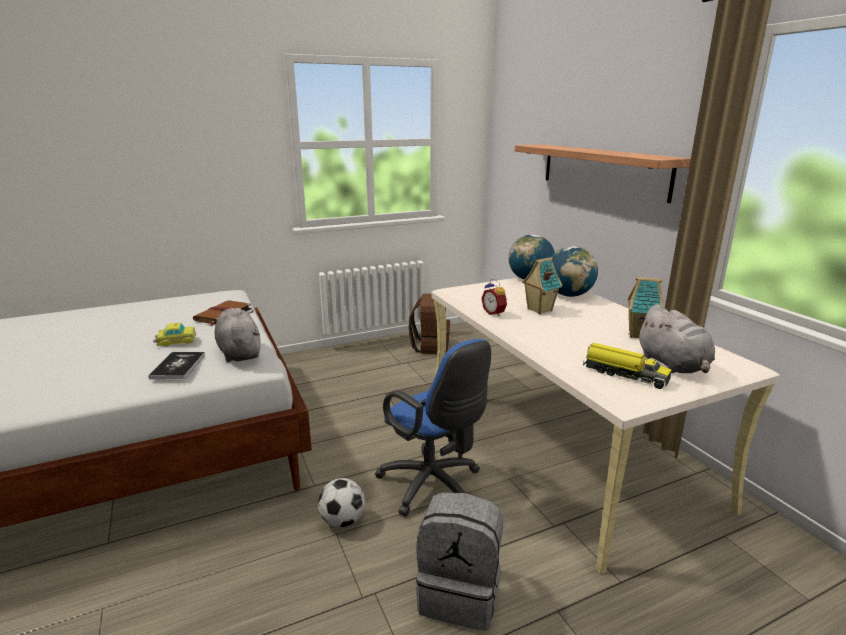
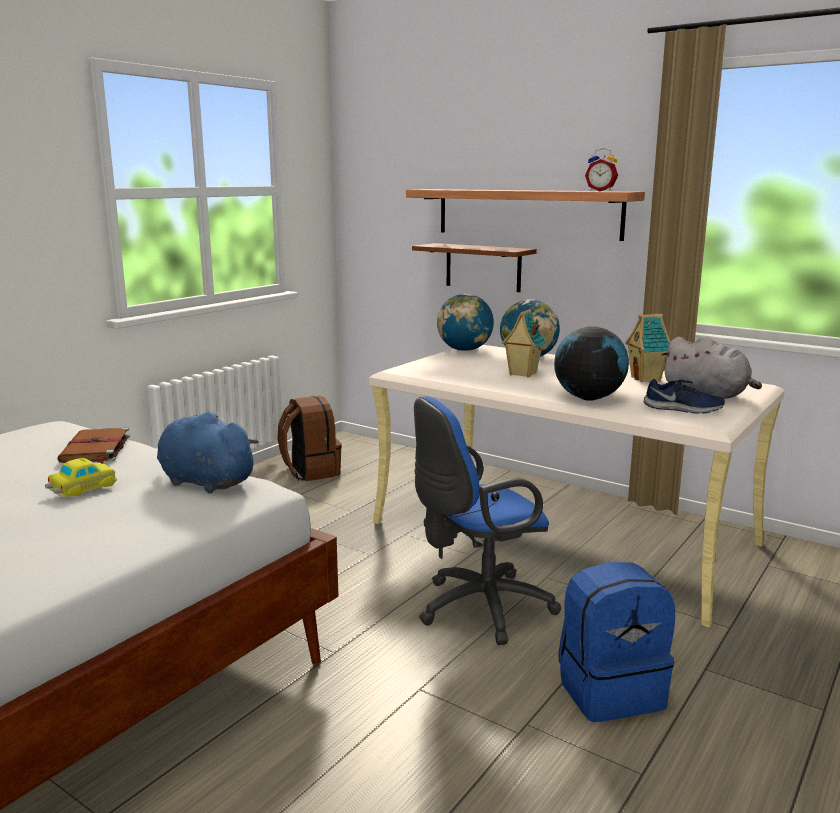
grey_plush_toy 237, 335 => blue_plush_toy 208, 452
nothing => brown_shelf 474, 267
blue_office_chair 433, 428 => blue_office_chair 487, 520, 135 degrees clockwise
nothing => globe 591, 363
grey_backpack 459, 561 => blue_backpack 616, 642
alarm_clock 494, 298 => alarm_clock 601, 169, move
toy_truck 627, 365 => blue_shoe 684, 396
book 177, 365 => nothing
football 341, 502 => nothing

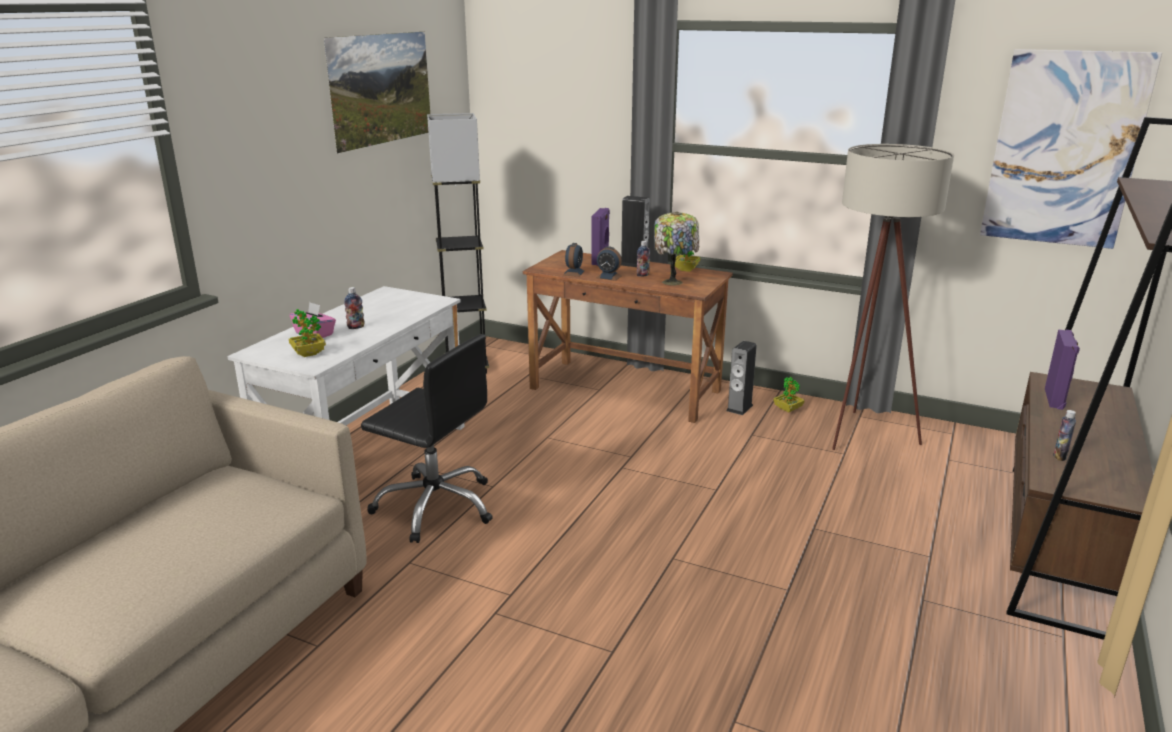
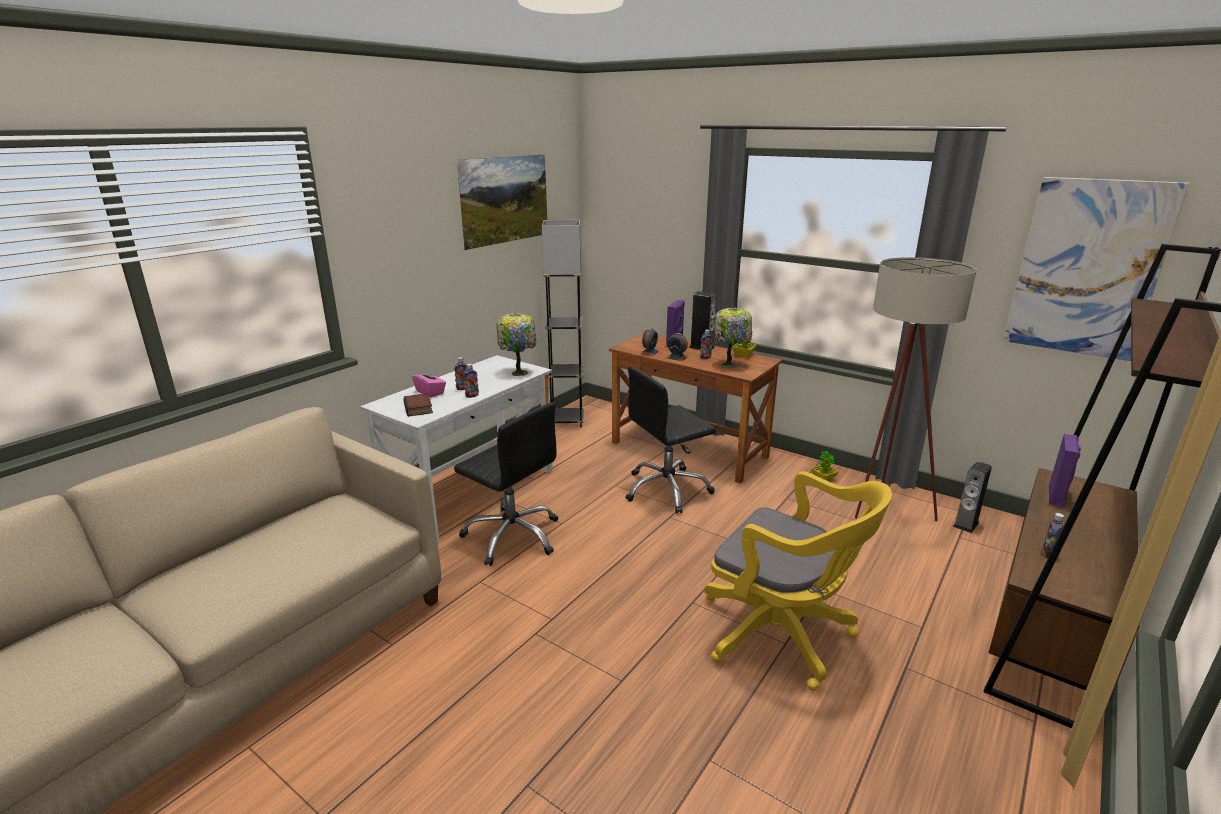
potted_plant 307, 333 => book 418, 405
nothing => bottle 471, 381
nothing => table_lamp 516, 344
nothing => black_office_chair 671, 440
nothing => yellow_office_chair 798, 581
speaker 741, 378 => speaker 972, 497, move

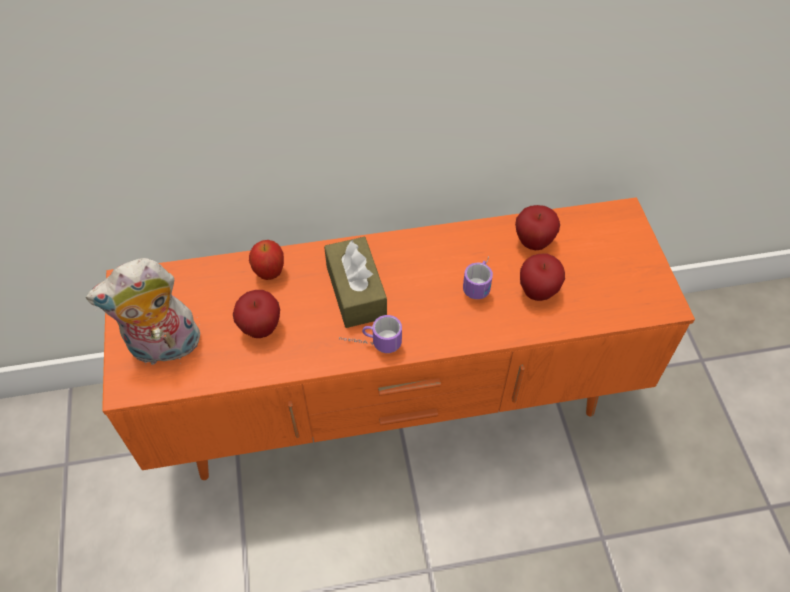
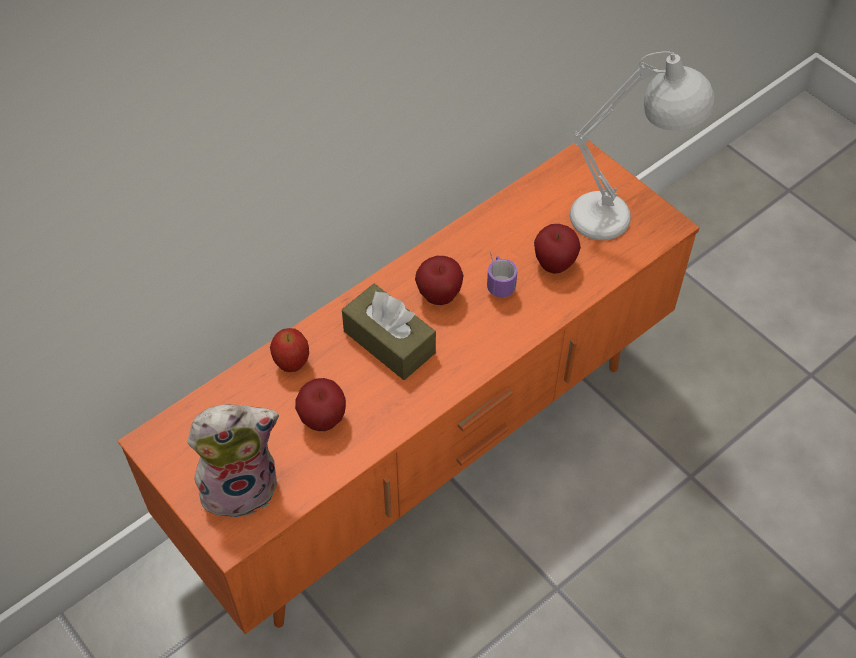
plush_toy 143, 311 => plush_toy 233, 461, 150 degrees counterclockwise
apple 537, 227 => apple 439, 280, move
nothing => white_table_lamp 642, 145
mug 370, 334 => nothing

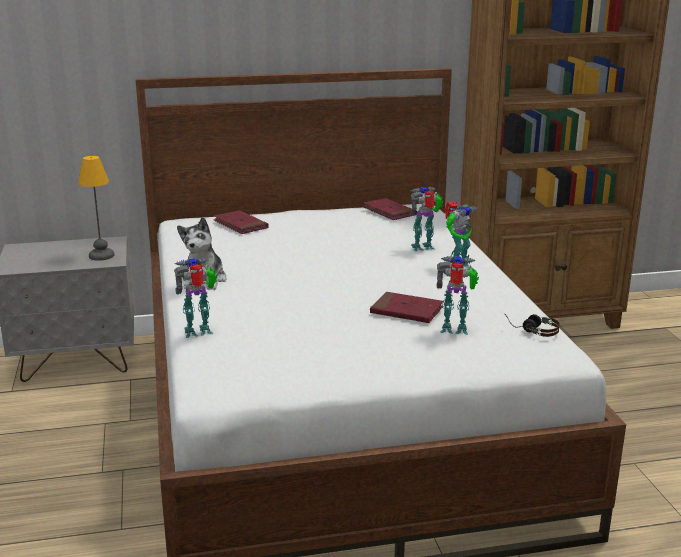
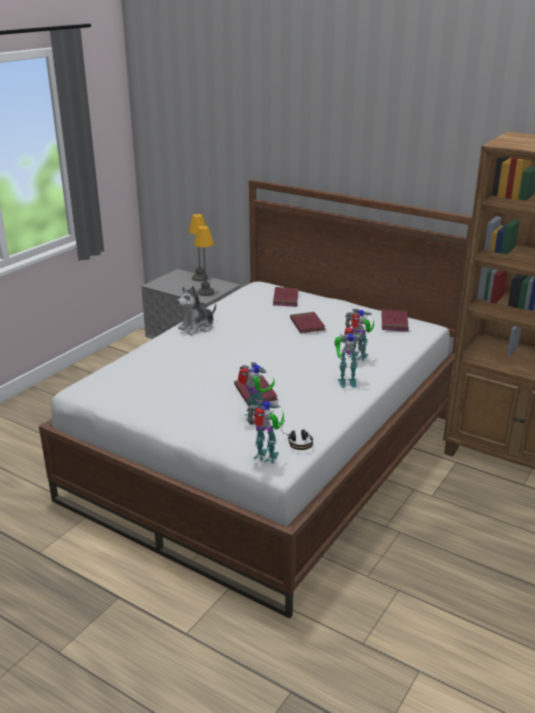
nothing => table_lamp 198, 247
toy_robot 195, 297 => toy_robot 265, 432, move
nothing => red_book 307, 322

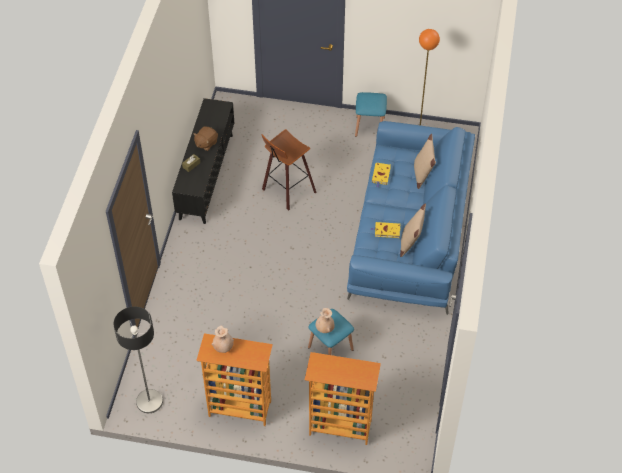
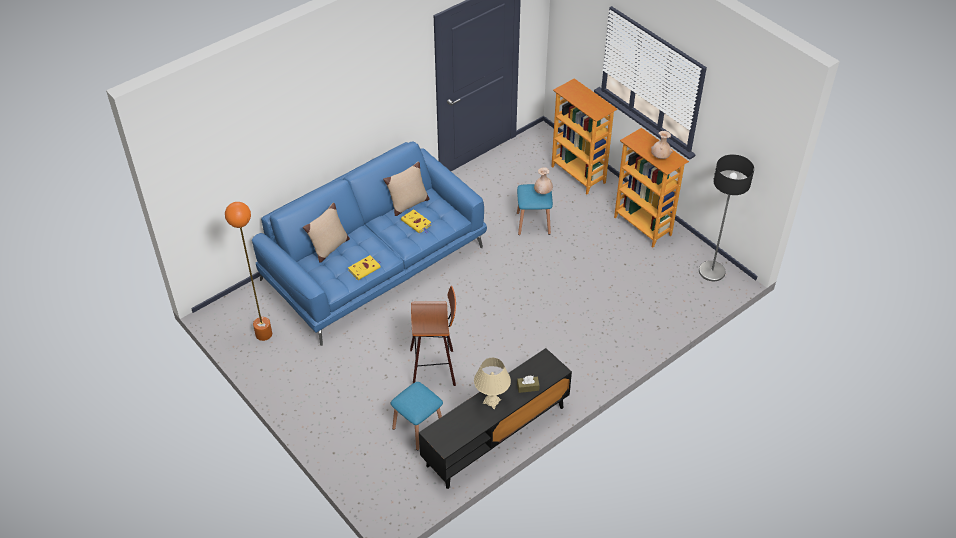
blue_stool 371, 114 => blue_stool 417, 416, move
brown_plush_toy 205, 138 => beige_table_lamp 492, 383

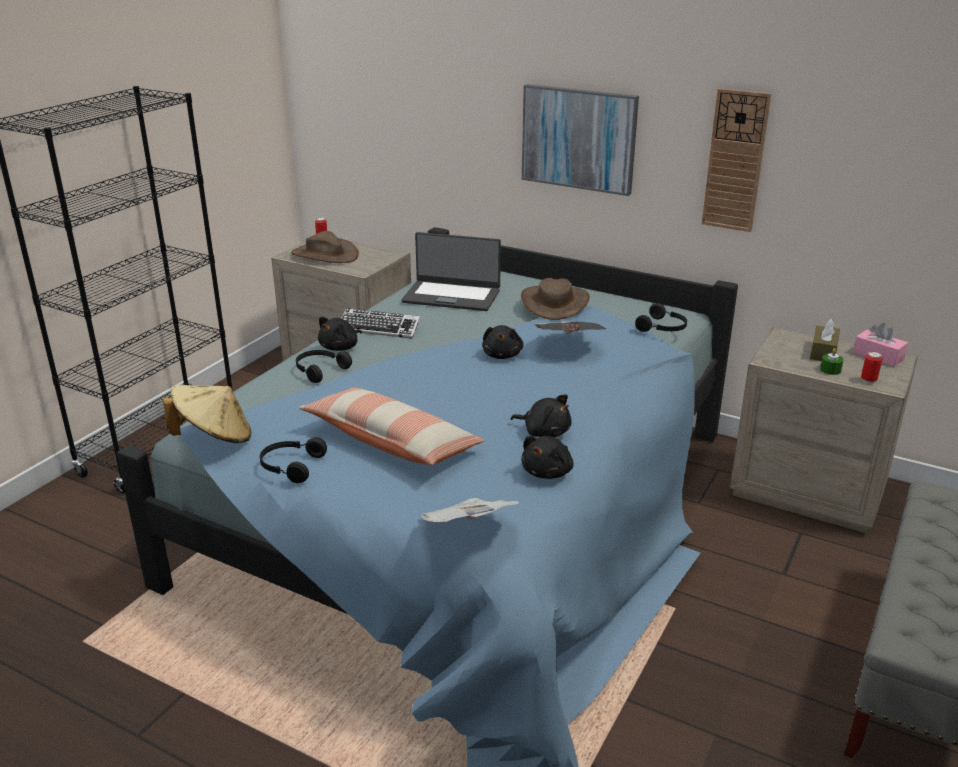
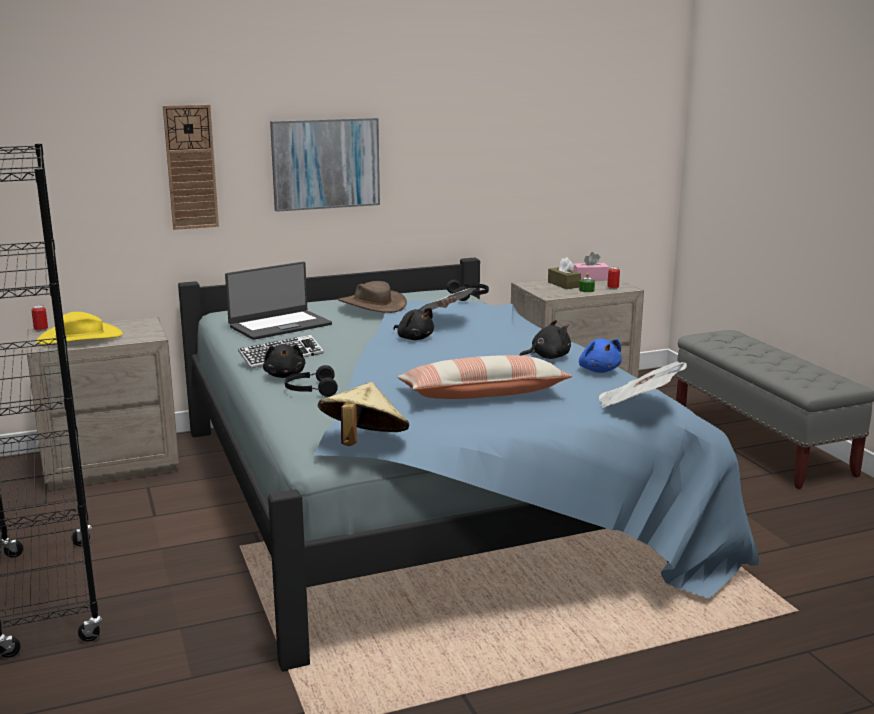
brown_hat 325, 247 => yellow_hat 79, 328
wall_clock 736, 160 => wall_clock 191, 167, move
black_plush_toy 547, 457 => blue_plush_toy 600, 356
black_headphones 293, 460 => nothing

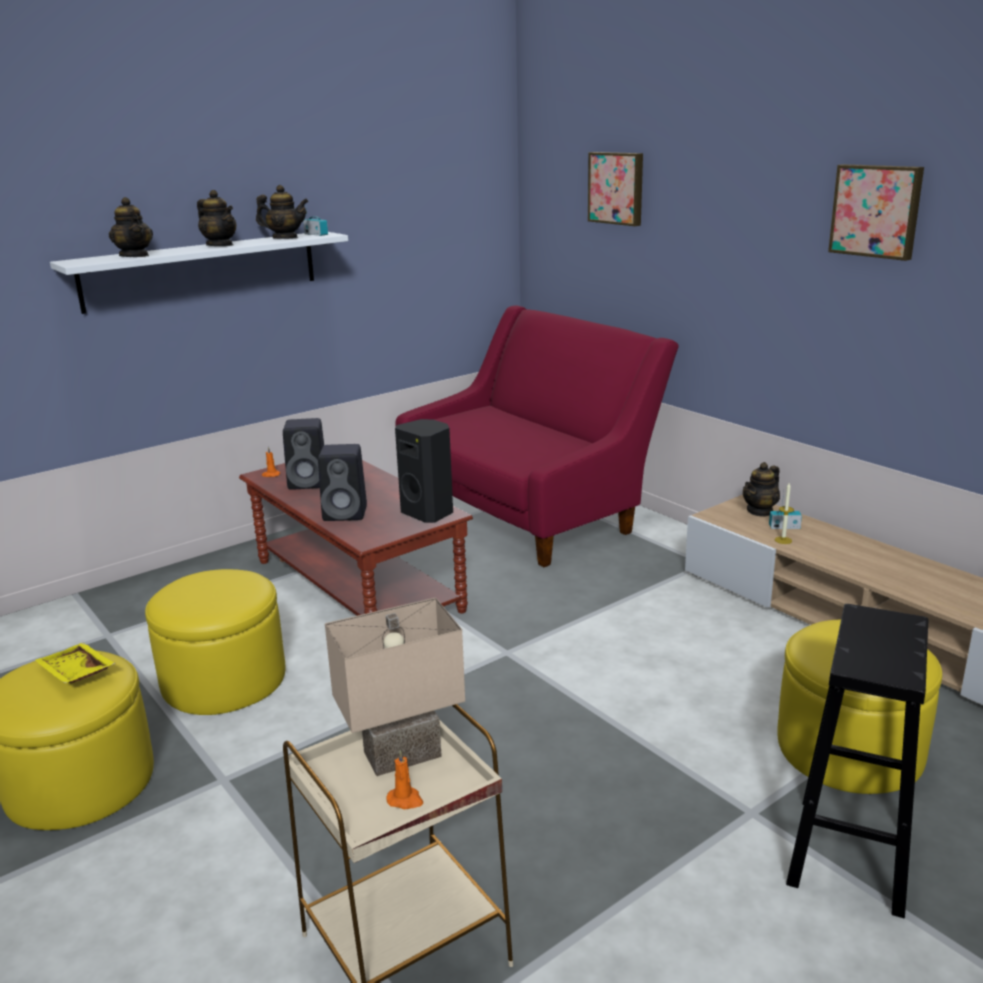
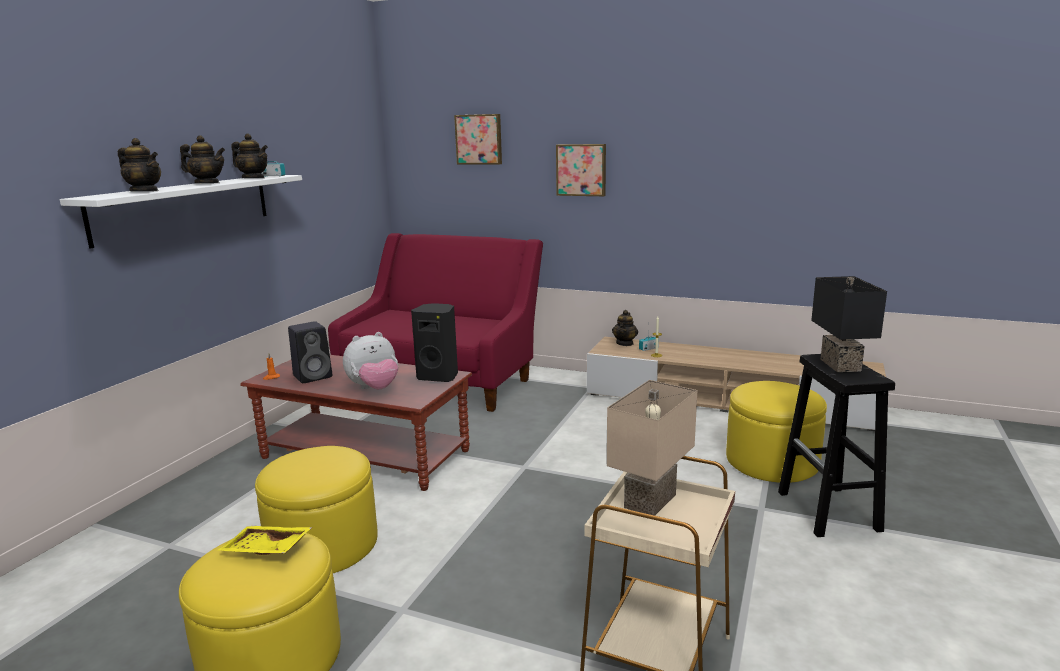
teapot 282, 212 => teapot 249, 156, 45 degrees clockwise
black_speaker 342, 482 => plush_toy 370, 360
picture 876, 212 => picture 581, 170, move
nothing => black_table_lamp 849, 324
orange_candle 404, 779 => nothing

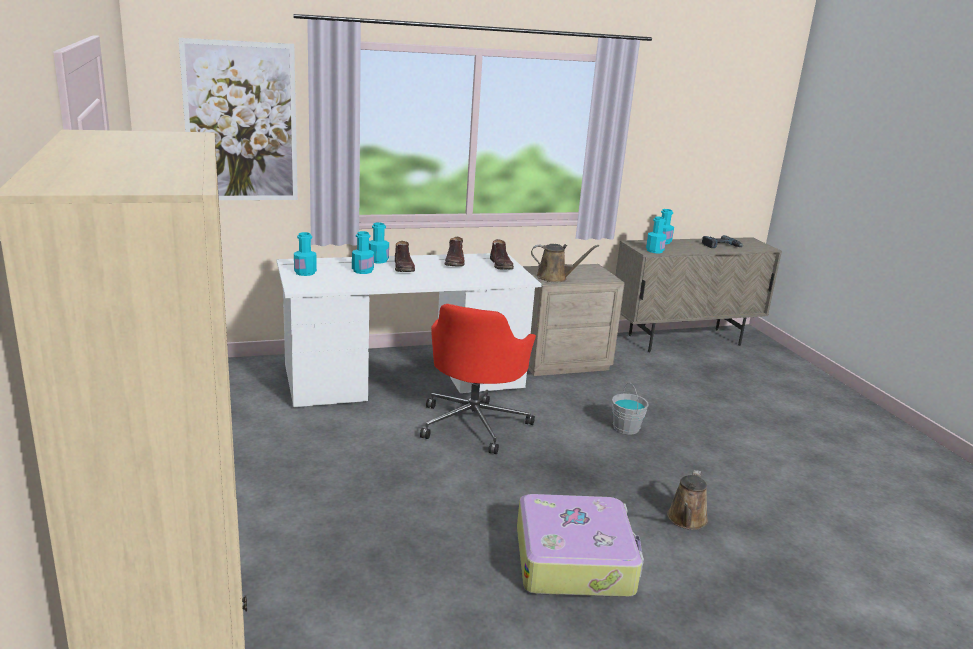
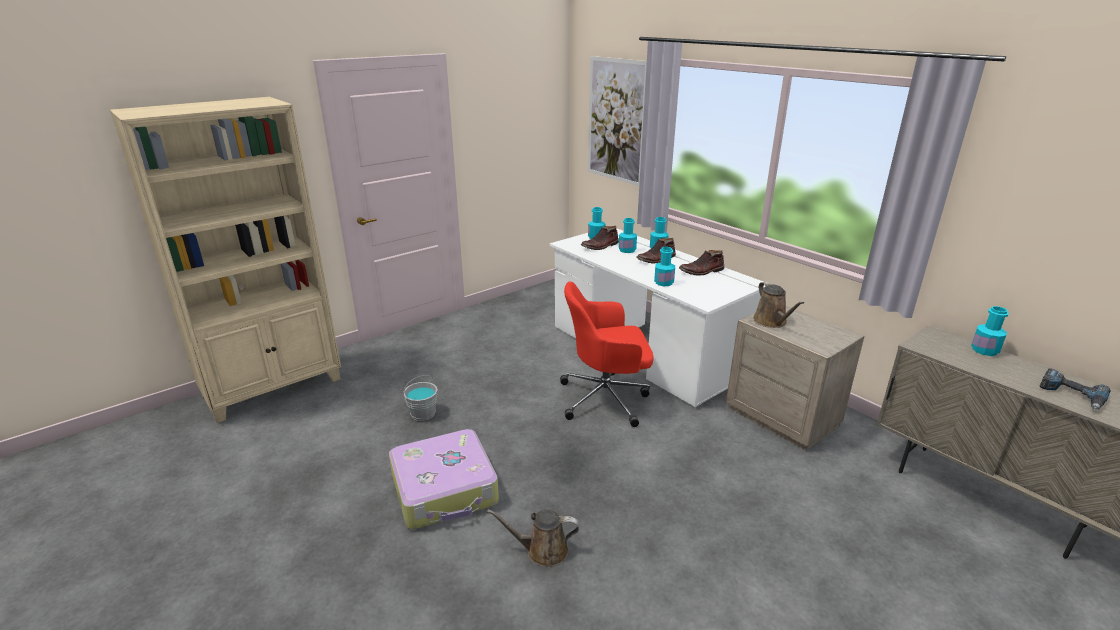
grey_bucket 630, 409 => grey_bucket 420, 398, move
brown_boot 502, 254 => brown_boot 600, 238, move
turquoise_bottle 656, 235 => turquoise_bottle 664, 266, move

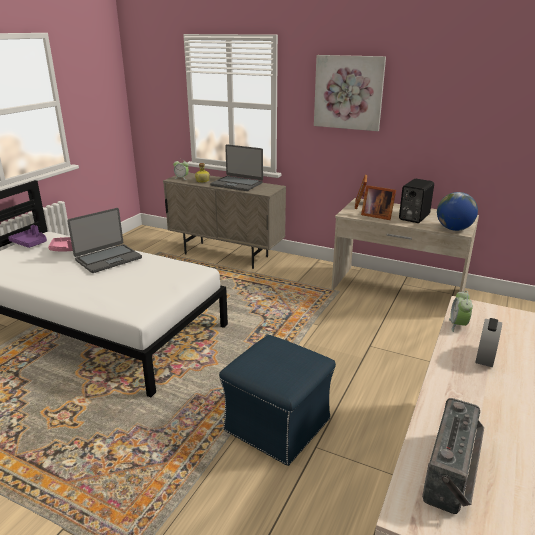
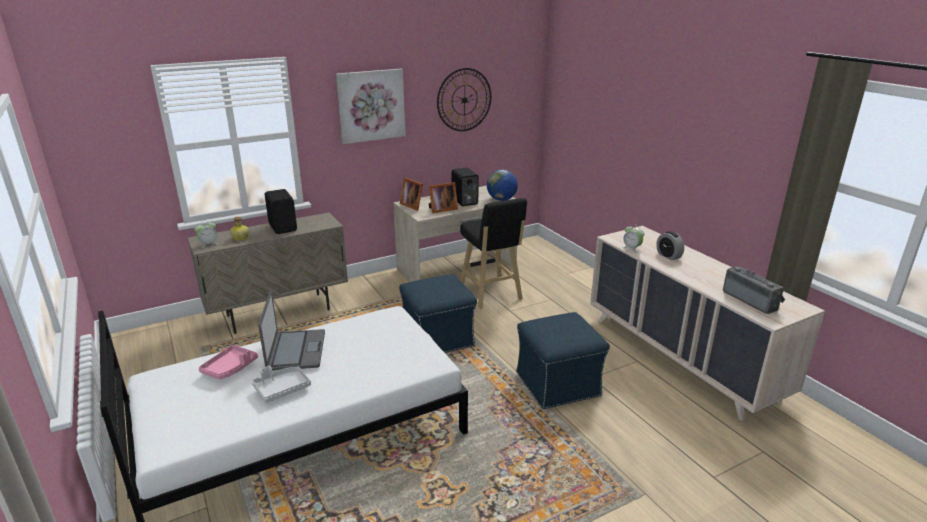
nothing => grey_tray 281, 384
laptop 236, 167 => black_speaker 281, 211
nothing => blue_ottoman 438, 313
nothing => wall_clock 464, 99
nothing => black_stool 493, 253
purple_tray 27, 236 => nothing

